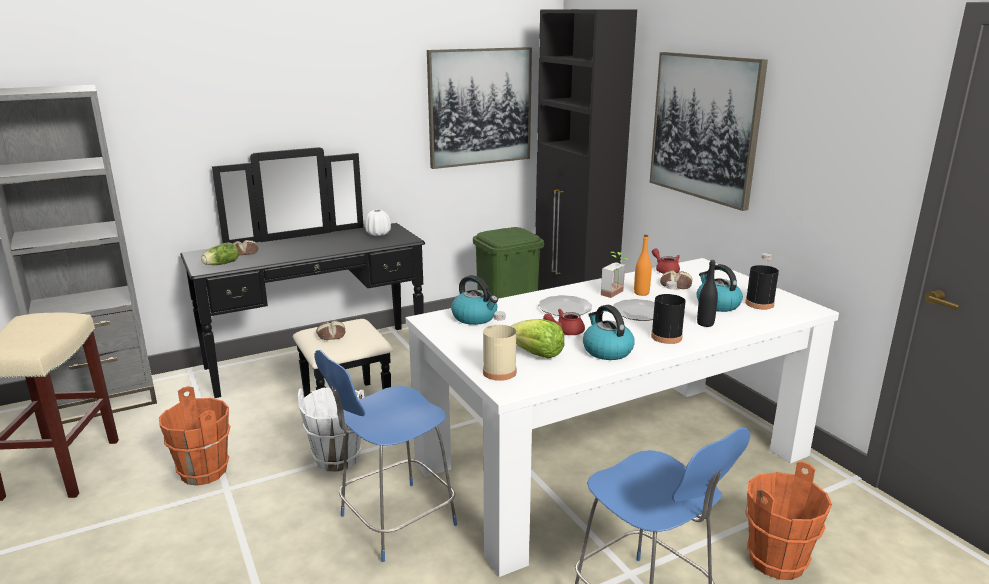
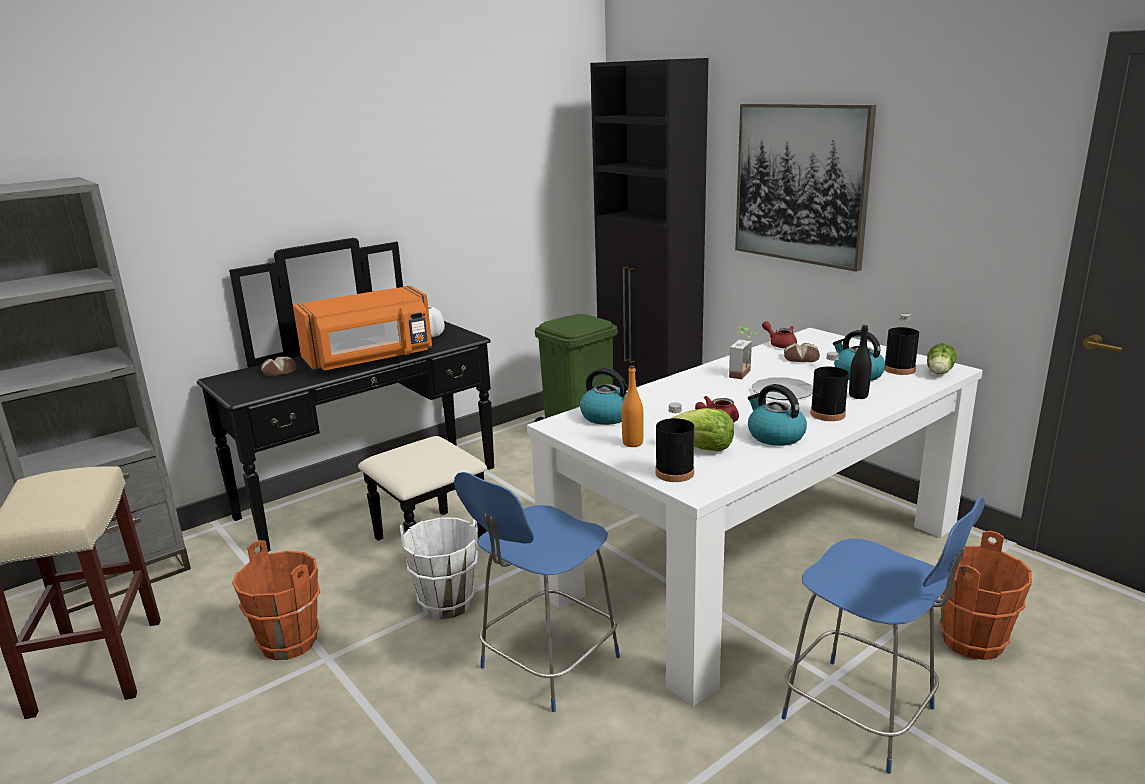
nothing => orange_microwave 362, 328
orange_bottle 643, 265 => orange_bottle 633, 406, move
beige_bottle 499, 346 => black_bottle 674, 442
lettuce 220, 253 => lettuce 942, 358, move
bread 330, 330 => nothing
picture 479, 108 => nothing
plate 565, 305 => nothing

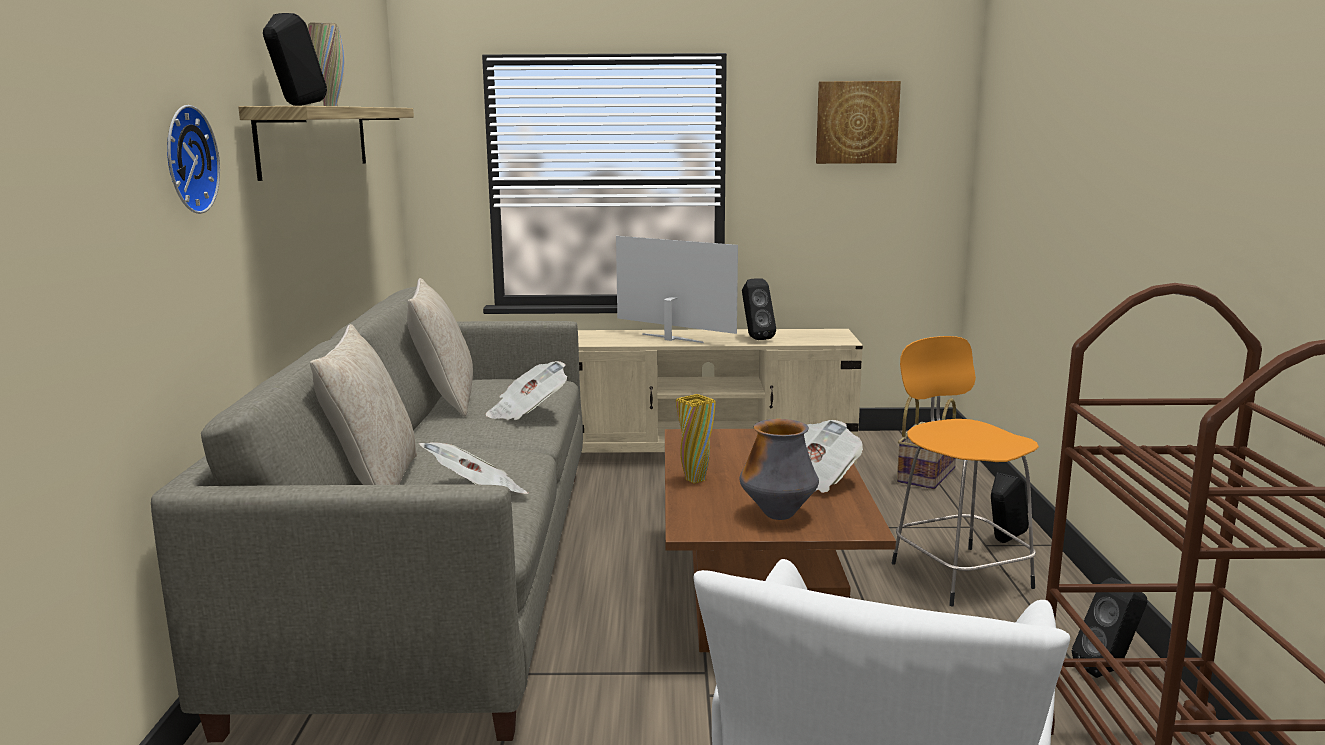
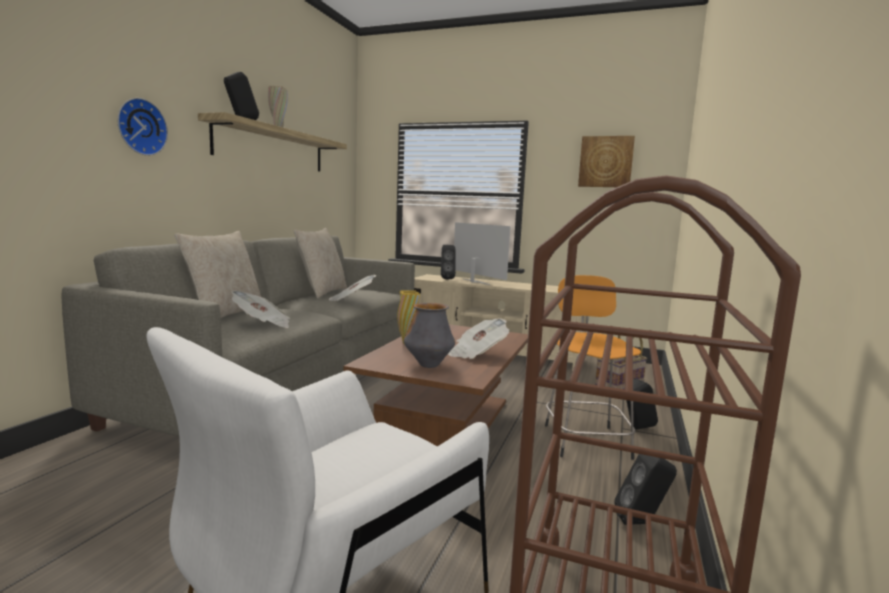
black_speaker 759, 309 => black_speaker 448, 262, move

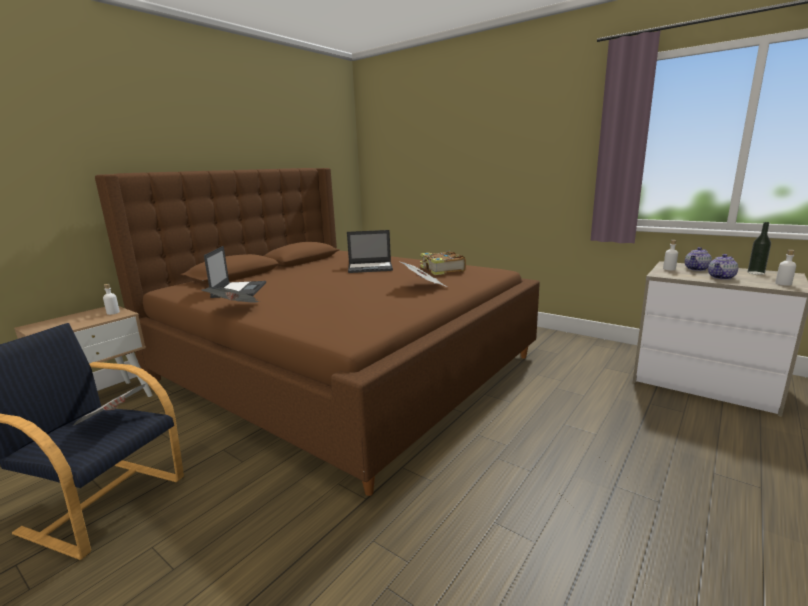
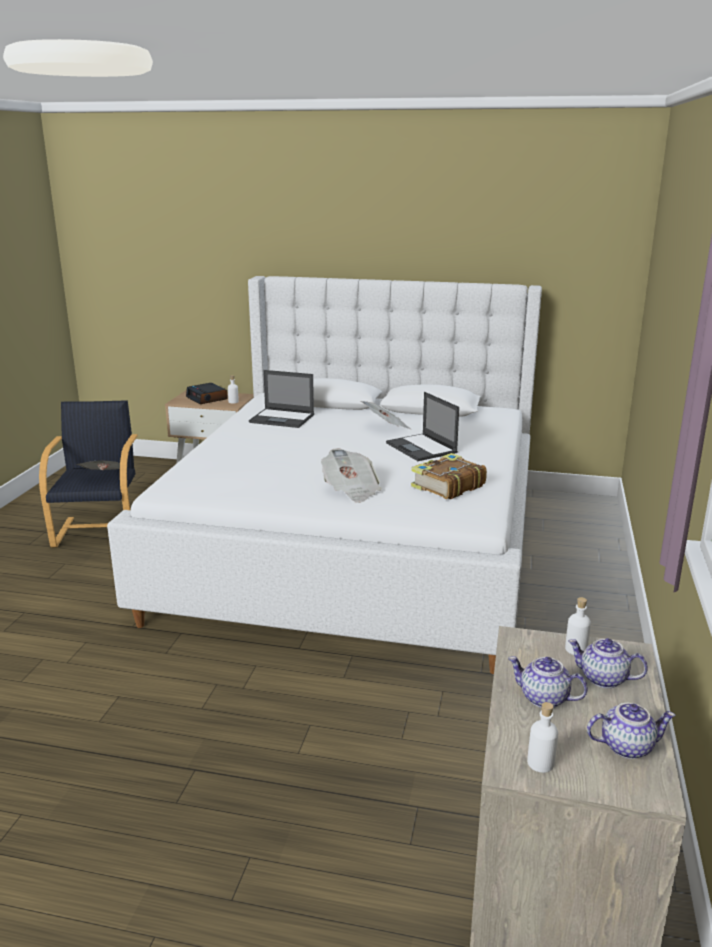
brown_bed 317, 332 => white_bed 324, 475
nothing => alarm_clock 207, 393
laptop 235, 272 => laptop 281, 399, 45 degrees clockwise
newspaper 230, 294 => newspaper 386, 415, move
bottle 759, 248 => teapot 631, 731

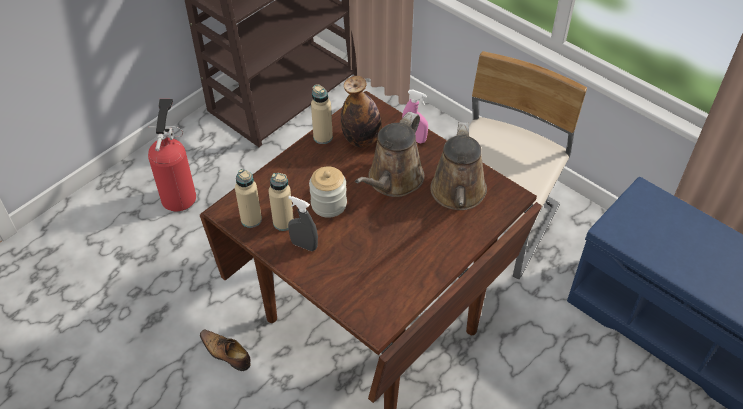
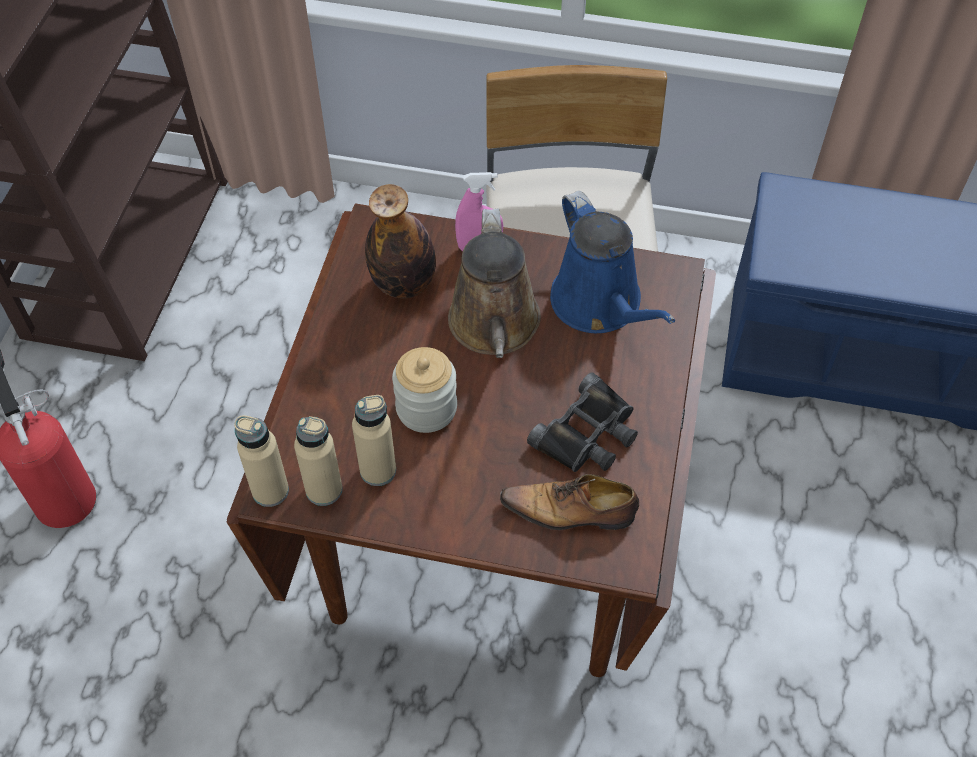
beige_bottle 322, 114 => beige_bottle 261, 461, move
shoe 225, 350 => shoe 569, 502, move
nothing => black_binoculars 582, 422
brown_watering_can 458, 166 => blue_watering_can 612, 262
grey_spray_bottle 303, 223 => nothing

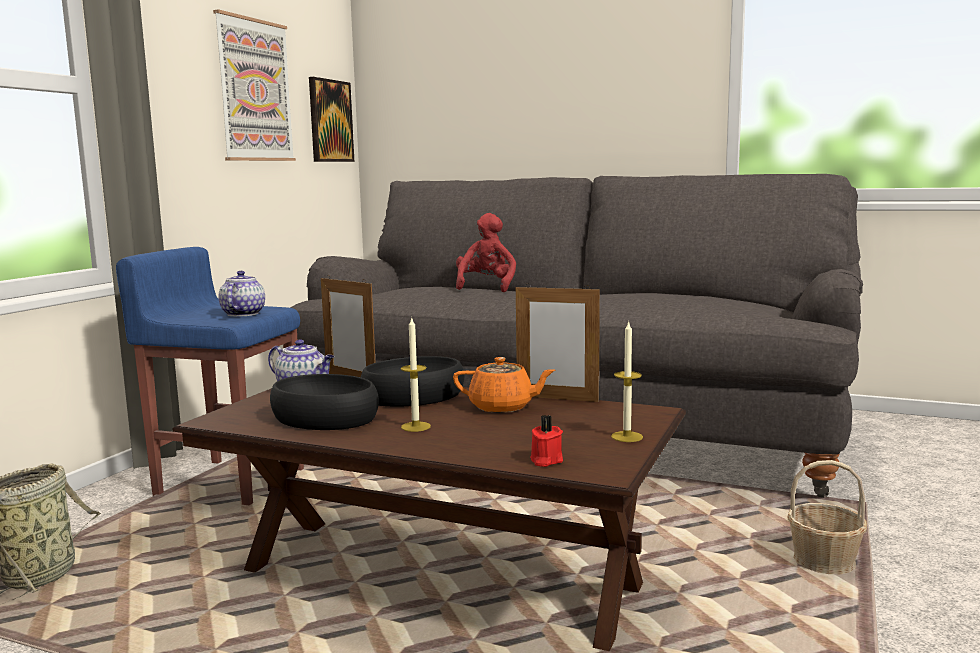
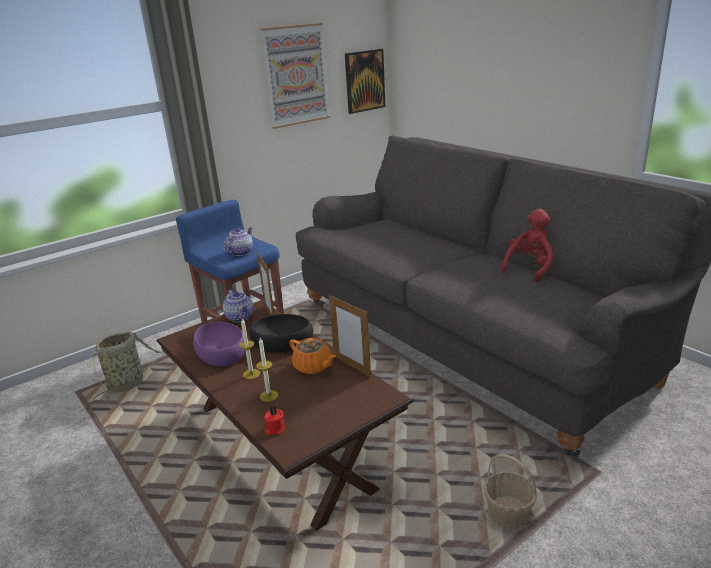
black_bowl 324, 402 => purple_bowl 219, 344
candle 627, 381 => candle 267, 370, move
red_plush_toy 486, 252 => red_plush_toy 527, 245, move

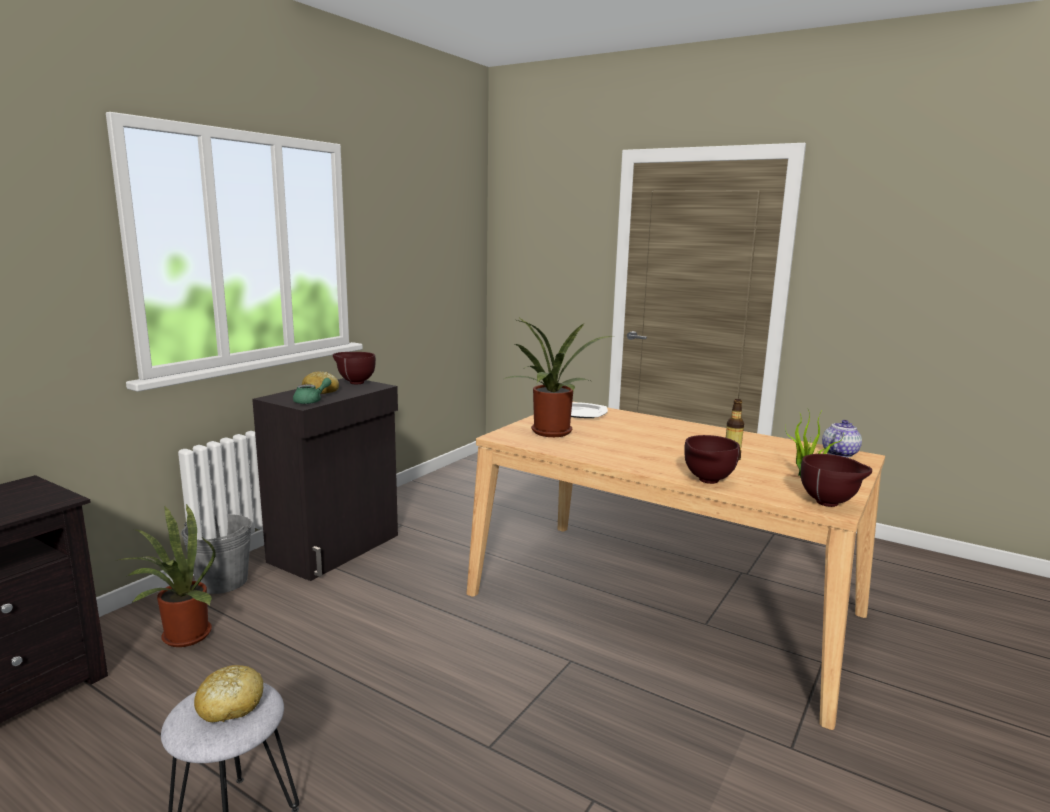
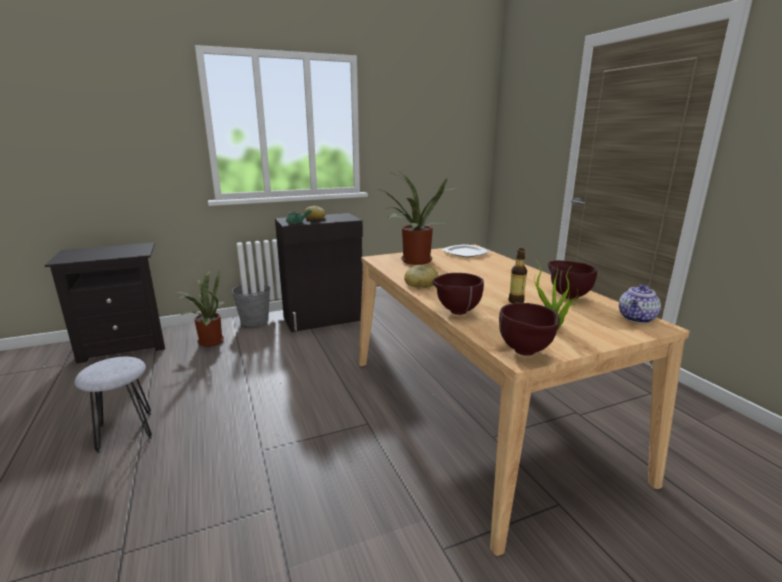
bread 228, 693 => bread 421, 276, move
brown_bowl 354, 368 => brown_bowl 572, 280, move
teapot 842, 439 => teapot 640, 303, 150 degrees clockwise

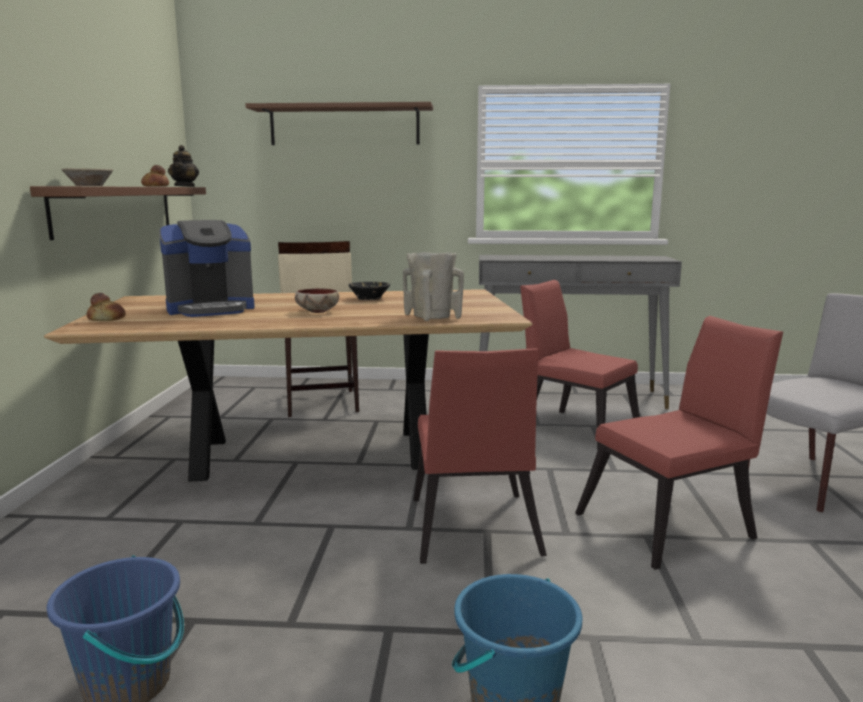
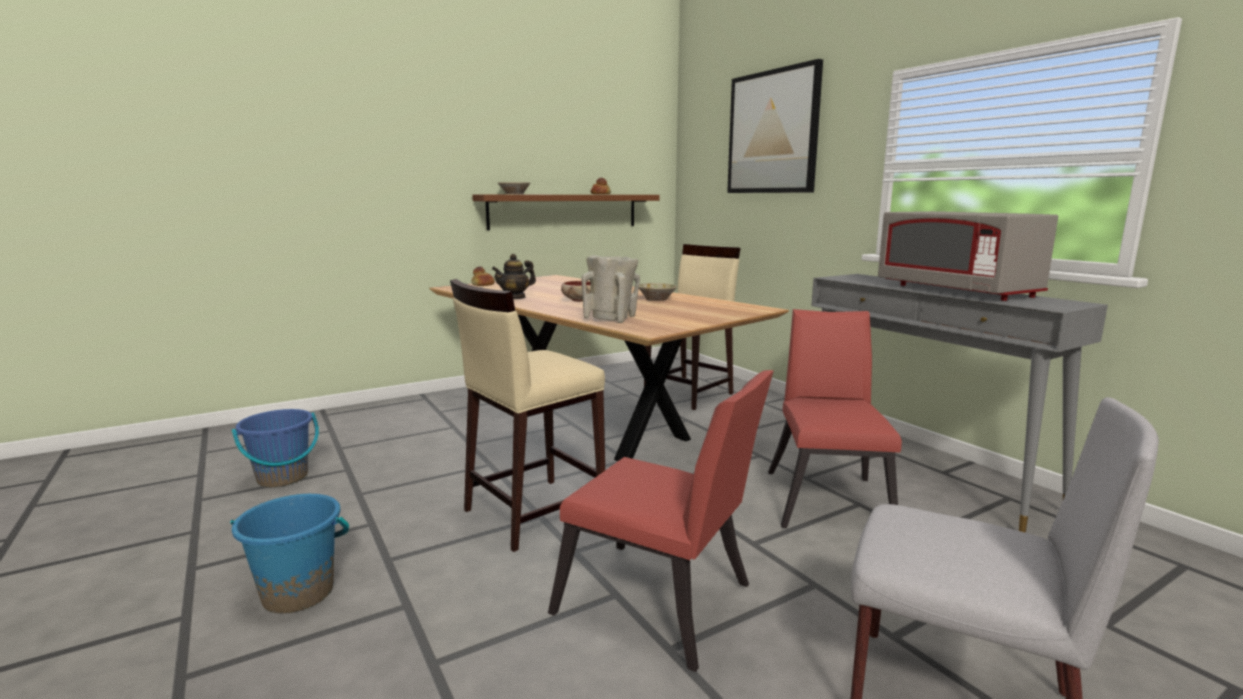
red_chair 480, 456 => beige_stool 527, 415
teapot 183, 166 => teapot 514, 276, move
black_bowl 369, 291 => beige_bowl 658, 292
brown_shelf 339, 123 => picture 775, 126
nothing => grey_microwave 968, 256
coffee_machine 207, 268 => nothing

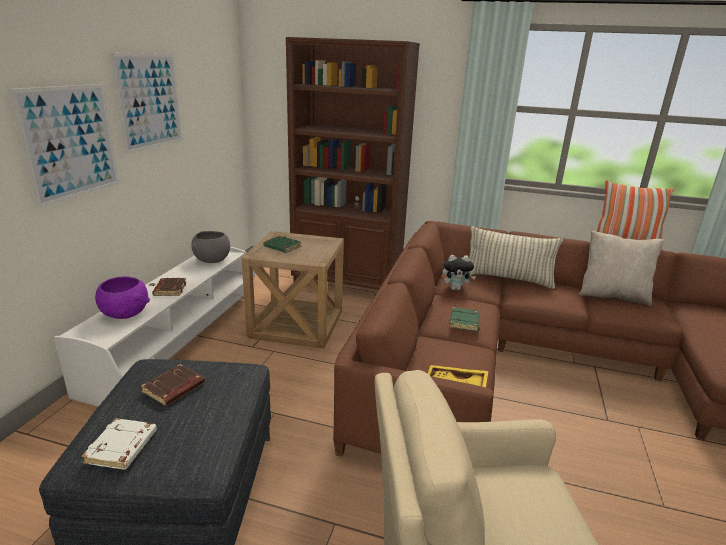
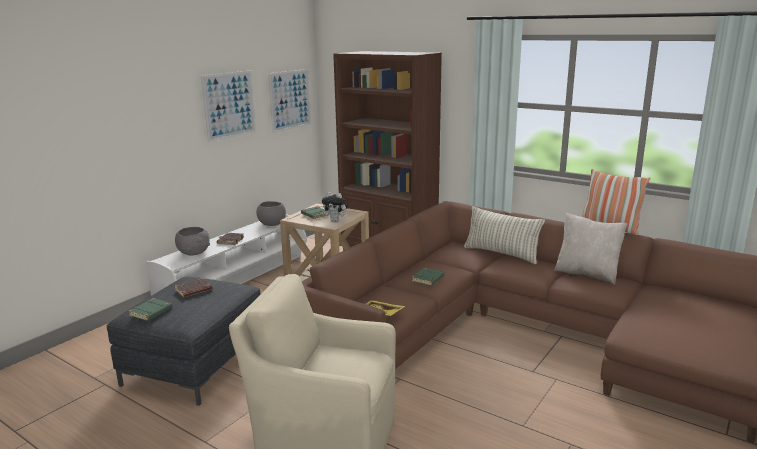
white_book 119, 443 => green_book 150, 309
purple_bowl 122, 297 => grey_bowl 192, 241
picture 64, 146 => picture 290, 101, move
plush_toy 459, 272 => plush_toy 335, 207, move

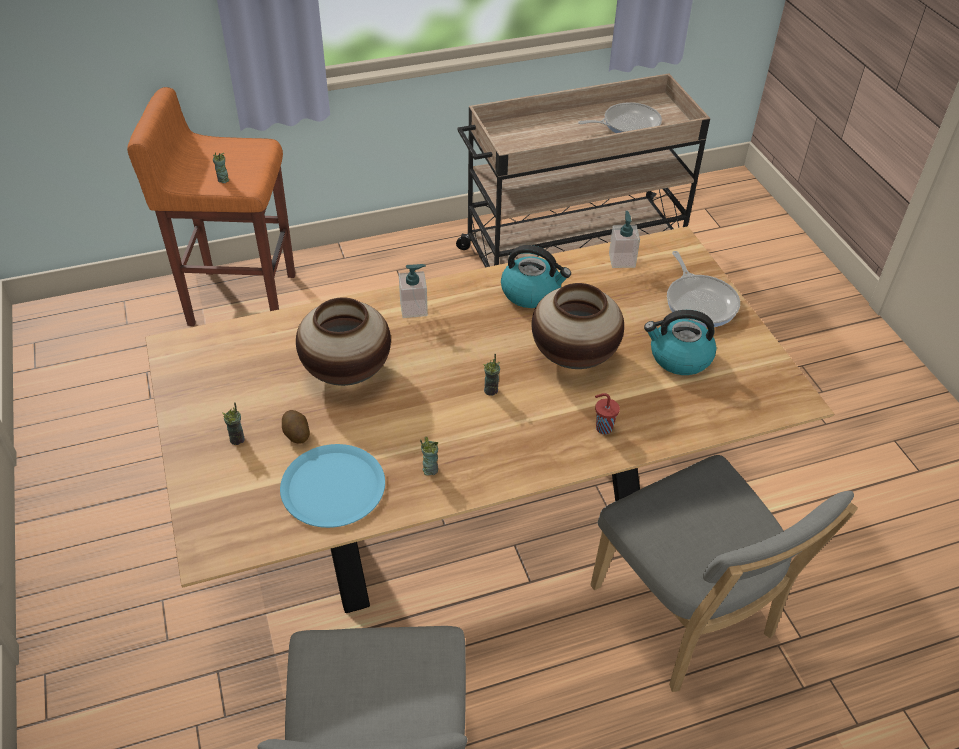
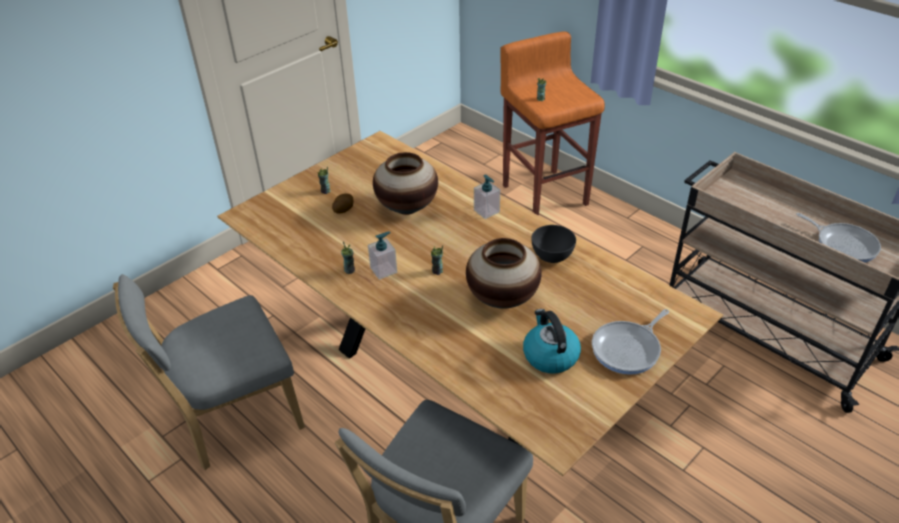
soap_dispenser 624, 239 => soap_dispenser 382, 255, move
kettle 536, 276 => grey_bowl 553, 244
blue_plate 332, 486 => nothing
red_cup 607, 413 => nothing

